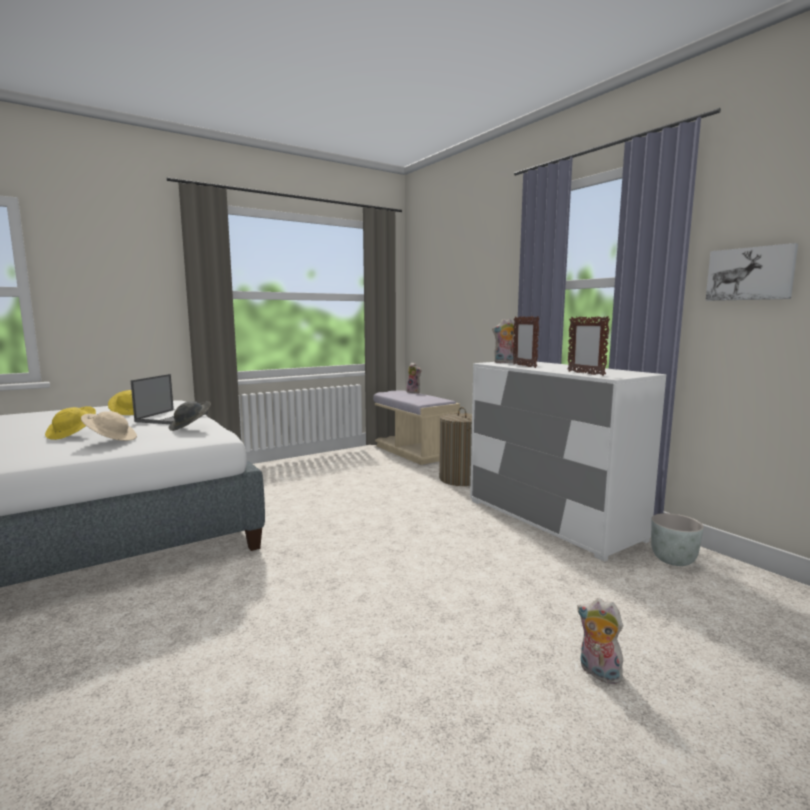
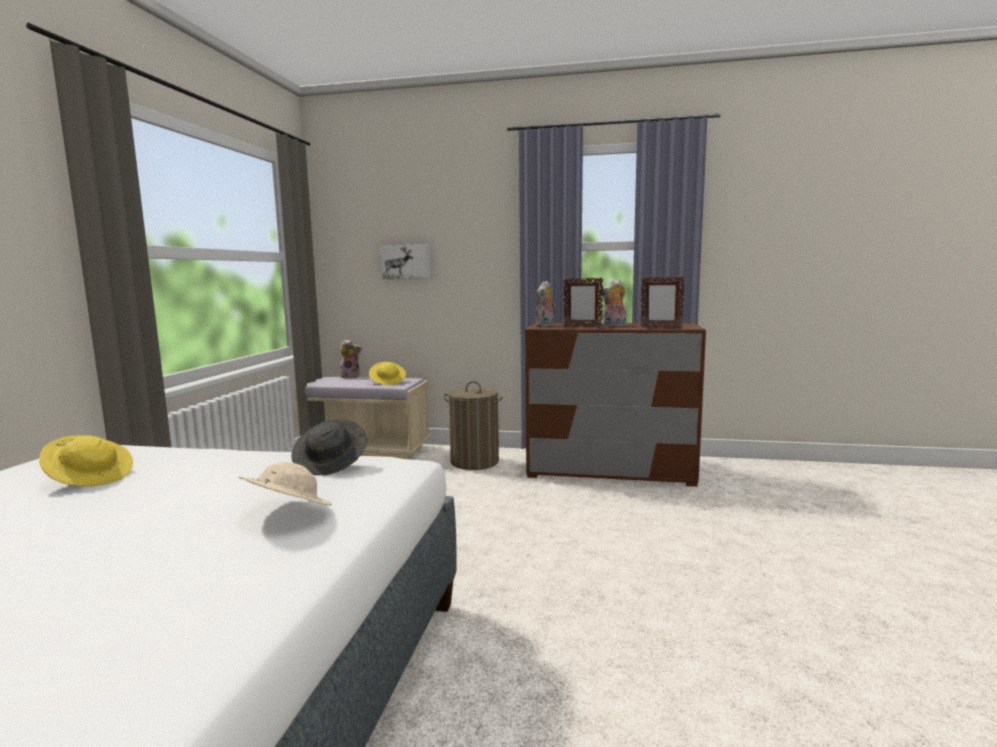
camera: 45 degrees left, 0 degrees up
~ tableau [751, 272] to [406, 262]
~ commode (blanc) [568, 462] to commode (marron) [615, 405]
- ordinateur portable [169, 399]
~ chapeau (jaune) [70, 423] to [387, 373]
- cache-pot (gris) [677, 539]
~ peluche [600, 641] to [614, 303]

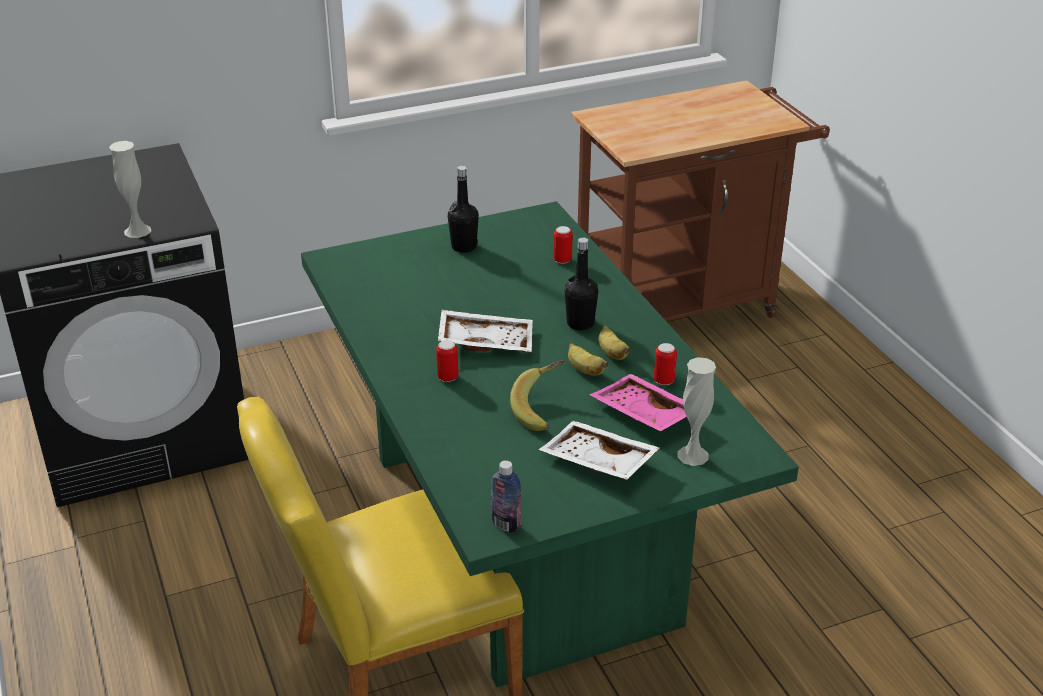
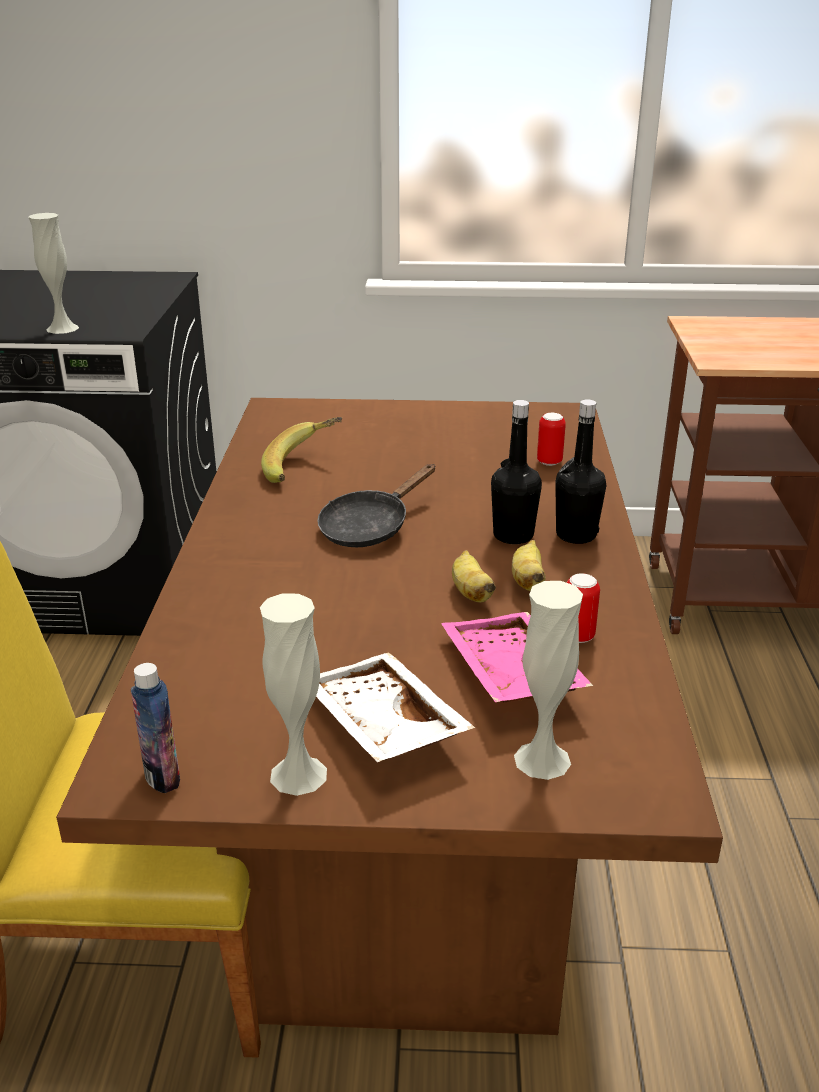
camera: 25 degrees right, 5 degrees down
~ bouteille (noir) [463, 209] to [580, 471]
~ table à manger (vert) [550, 444] to table à manger (marron) [389, 716]
~ plateau (blanc) [485, 331] to poêle (noir) [376, 505]
- boîte métallique [447, 361]
~ banane [537, 395] to [301, 450]
+ vase (blanc) [293, 694]

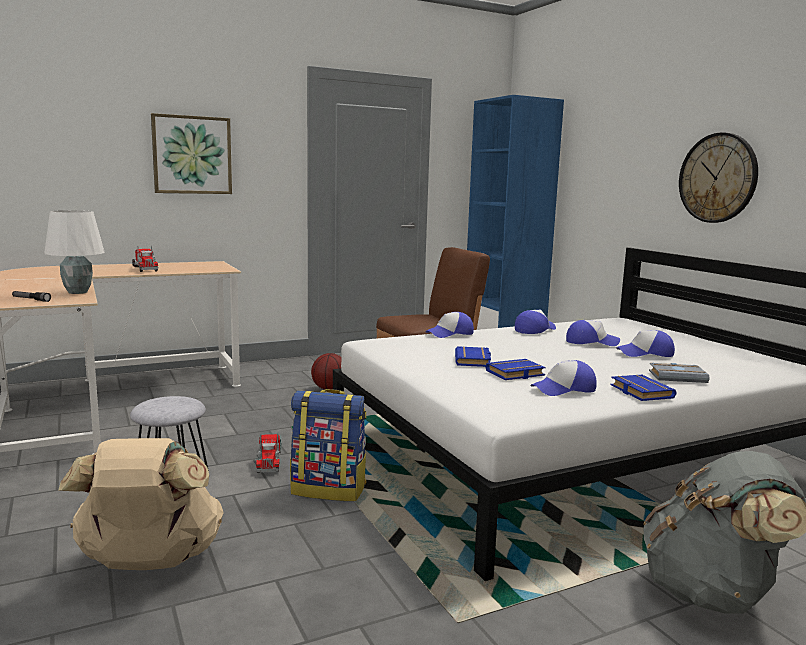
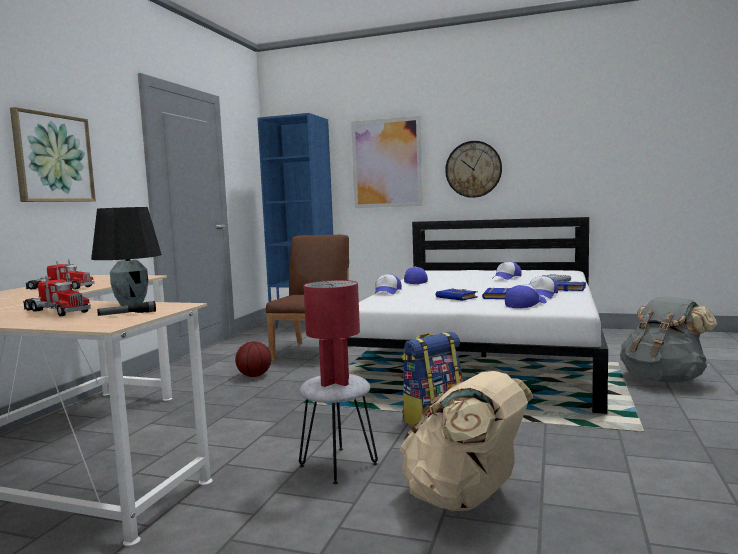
camera: 45 degrees left, 5 degrees down
~ lampe de table (blanc) [74, 252] to lampe de table (noir) [126, 256]
~ casquette [593, 333] to [526, 296]
~ camion jouet [268, 453] to [57, 294]
+ tableau [387, 162]
+ lampe de table (rouge) [332, 333]

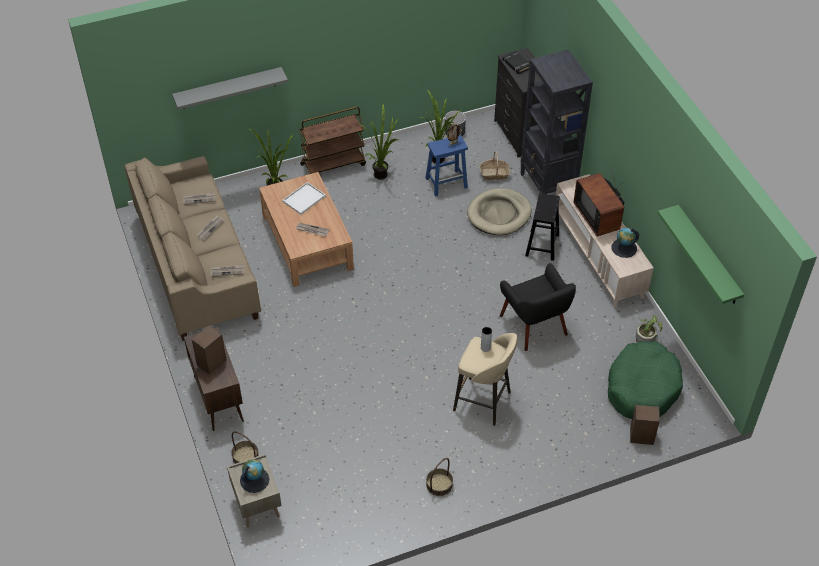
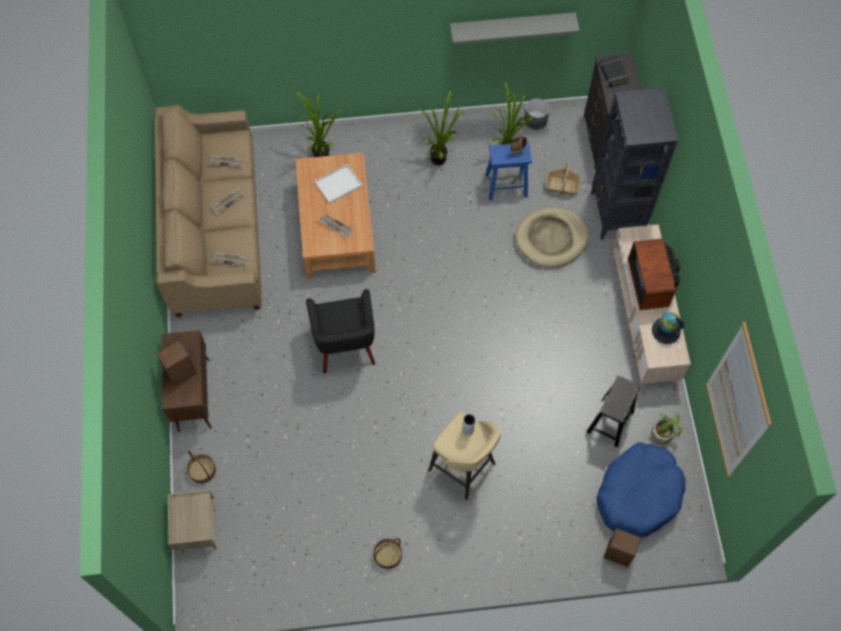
camera: 15 degrees right, 15 degrees up
~ étagère (gris) [230, 88] to [515, 28]
- chariot (marron) [332, 140]
~ tabouret (noir) [542, 227] to [613, 411]
~ étagère (vert) [700, 254] to tableau [739, 399]
~ fauteuil (noir) [538, 307] to [340, 331]
~ panier pour chien (vert) [645, 380] to panier pour chien (bleu) [641, 489]
- globe [254, 476]

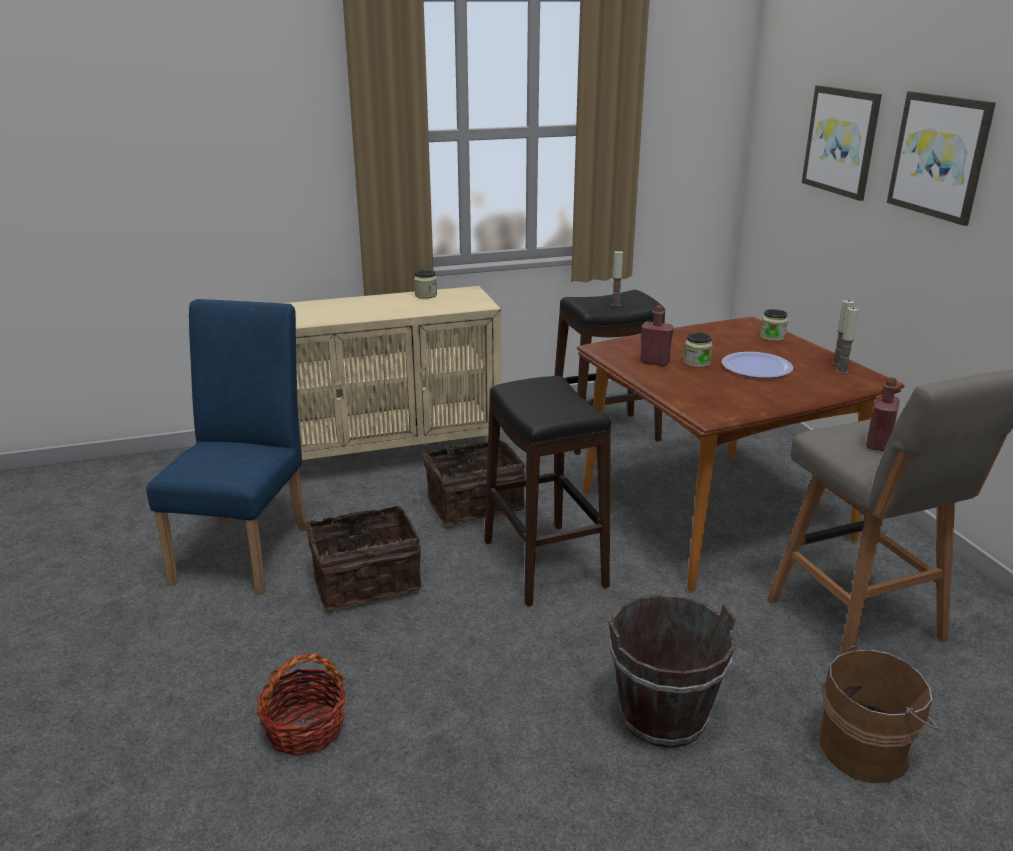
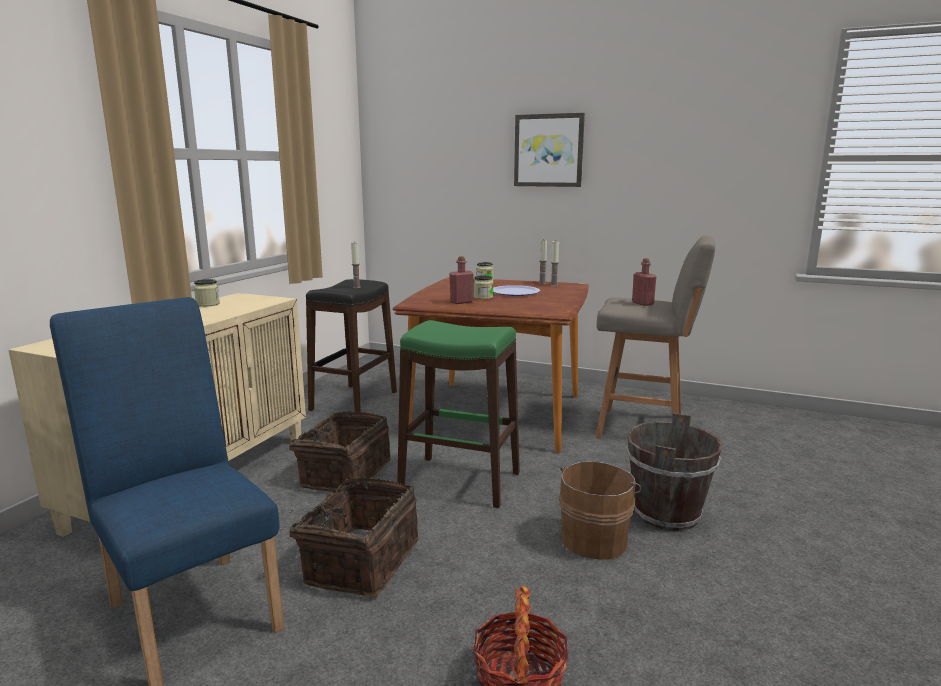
camera: 50 degrees left, 10 degrees down
- tableau [842, 143]
~ tabouret (noir) [547, 491] to tabouret (vert) [458, 414]
~ seau (marron) [879, 714] to [600, 510]

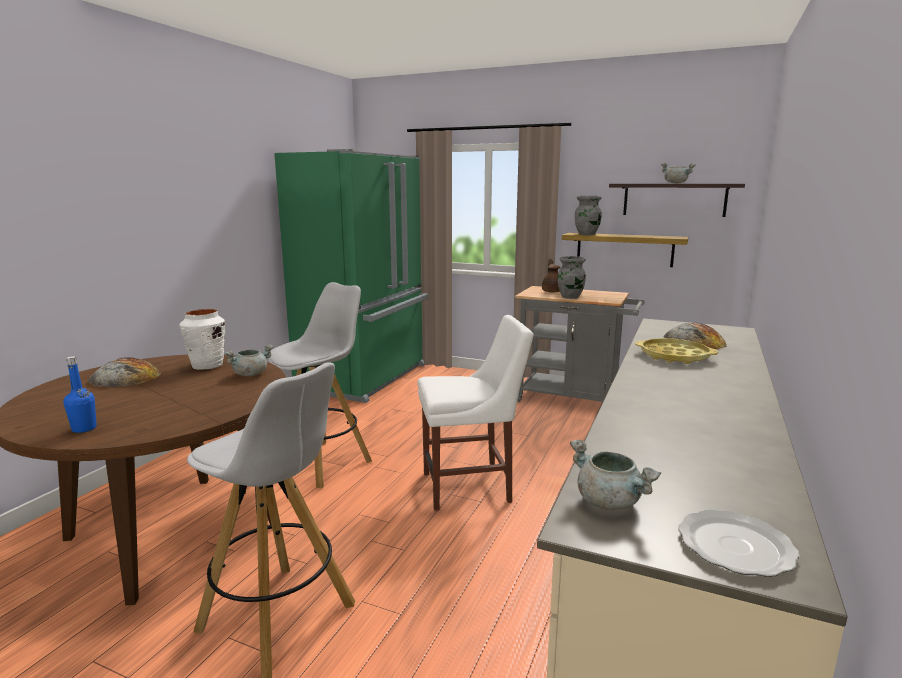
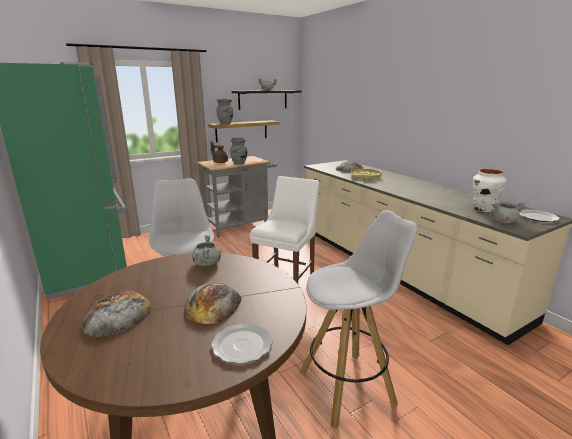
camera: 55 degrees left, 5 degrees up
~ vase (blanc) [203, 339] to [490, 190]
~ bouteille (bleu) [80, 394] to assiette [242, 343]
+ pain [213, 303]

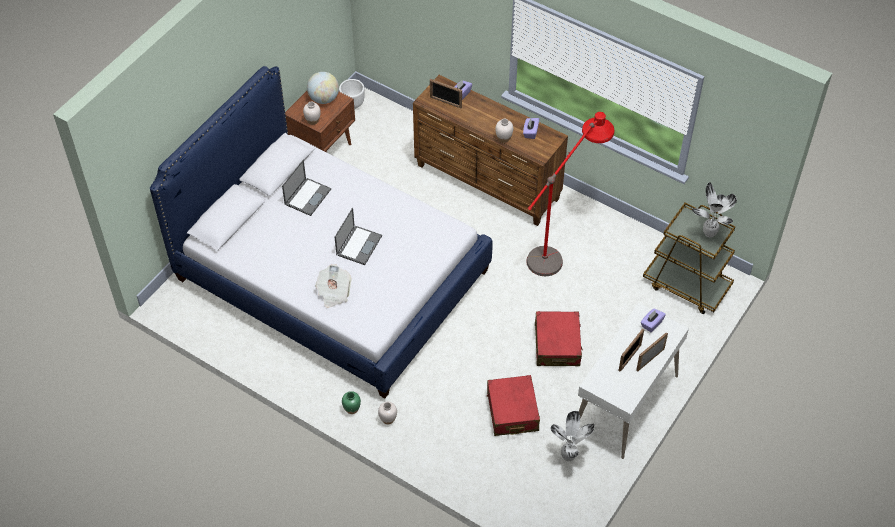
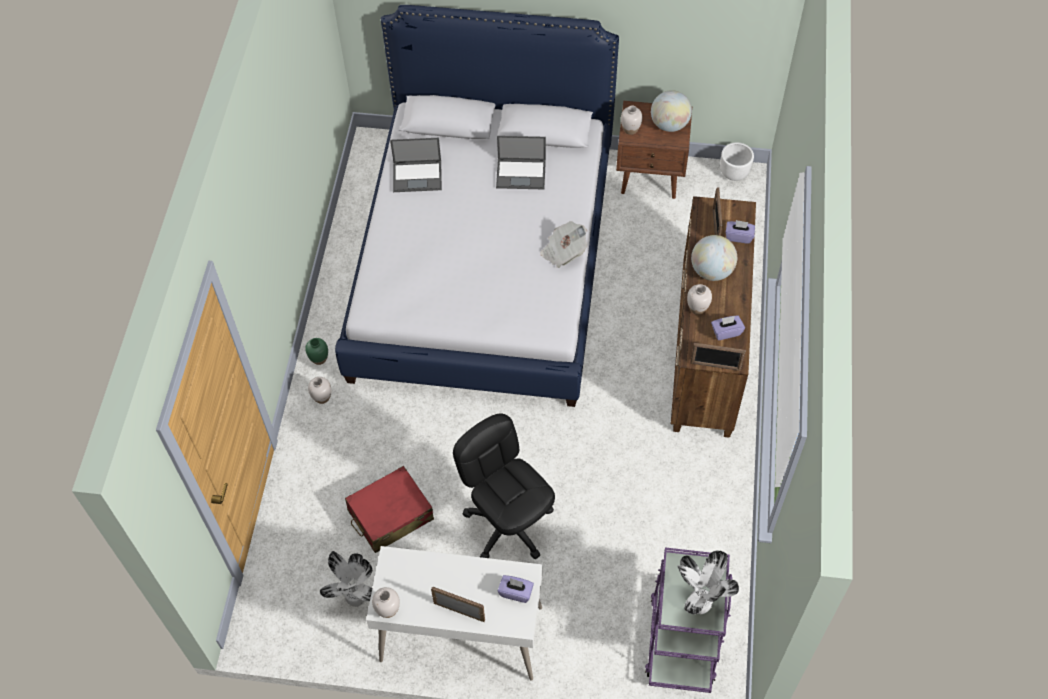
camera: 65 degrees right, 5 degrees up
- lampadaire (rouge) [570, 194]
~ chariot (marron) [689, 258] to chariot (violet) [689, 620]
~ ordinateur portable [358, 236] to [416, 165]
~ journal [333, 286] to [563, 244]
~ valise (rouge) [559, 338] to chaise de bureau (noir) [504, 486]
~ cadre photo [631, 350] to [718, 356]
+ globe [714, 258]
+ vase (blanc) [386, 602]

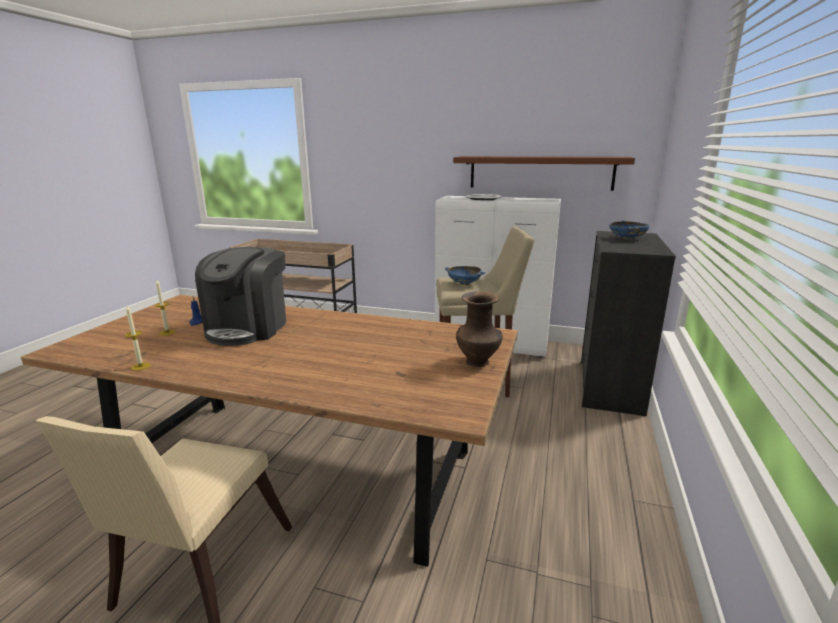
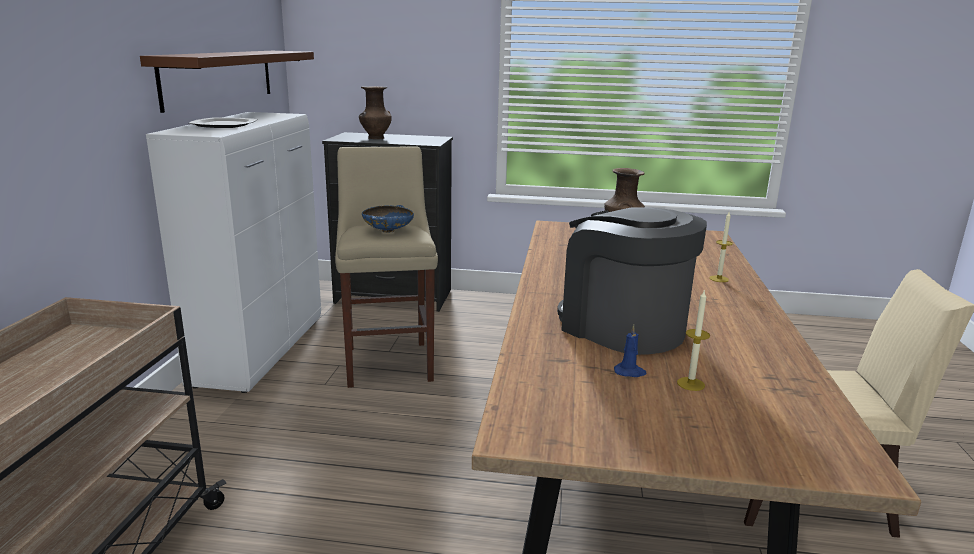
camera: 100 degrees left, 0 degrees up
~ bol (bleu) [629, 230] to vase (marron) [375, 112]
~ machine à café [240, 296] = [632, 281] 135 degrees counterclockwise
~ bougie [138, 338] to [721, 247]

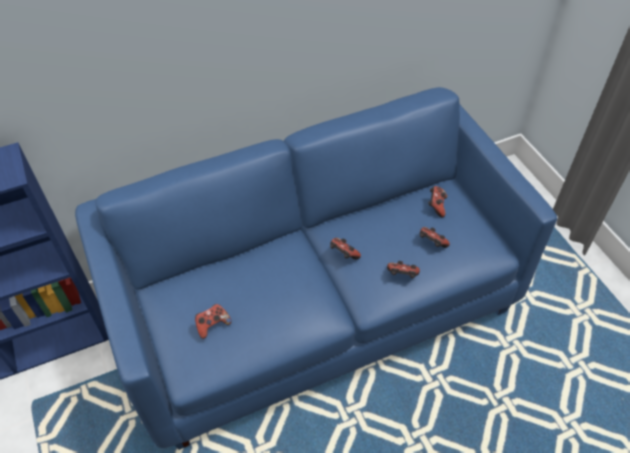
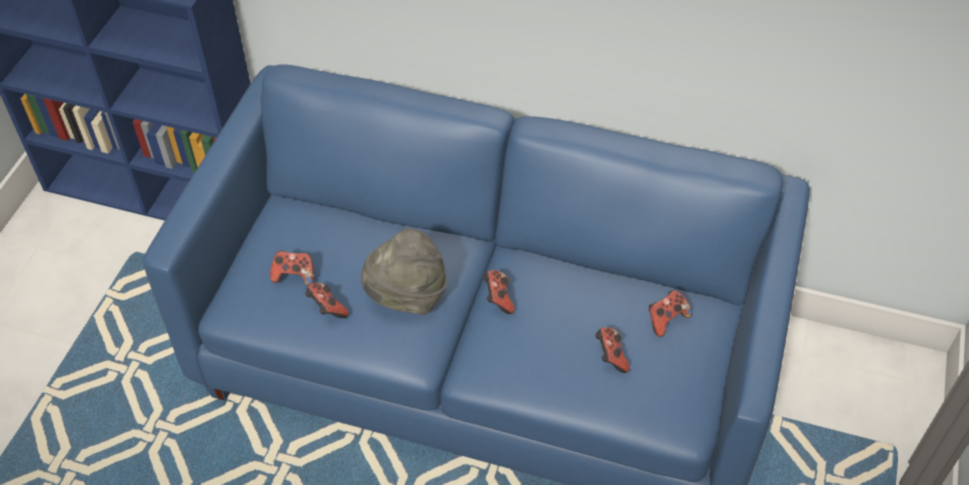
camera: 40 degrees right, 0 degrees up
~ manette [403, 269] to [327, 300]
+ chapeau (gris) [404, 271]

